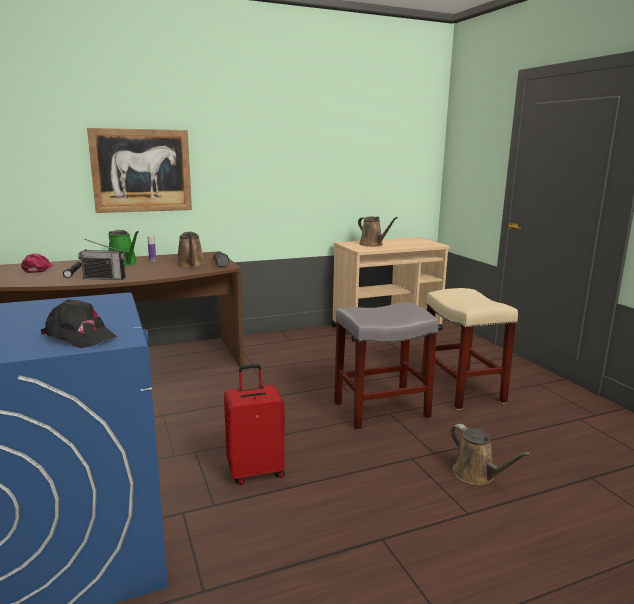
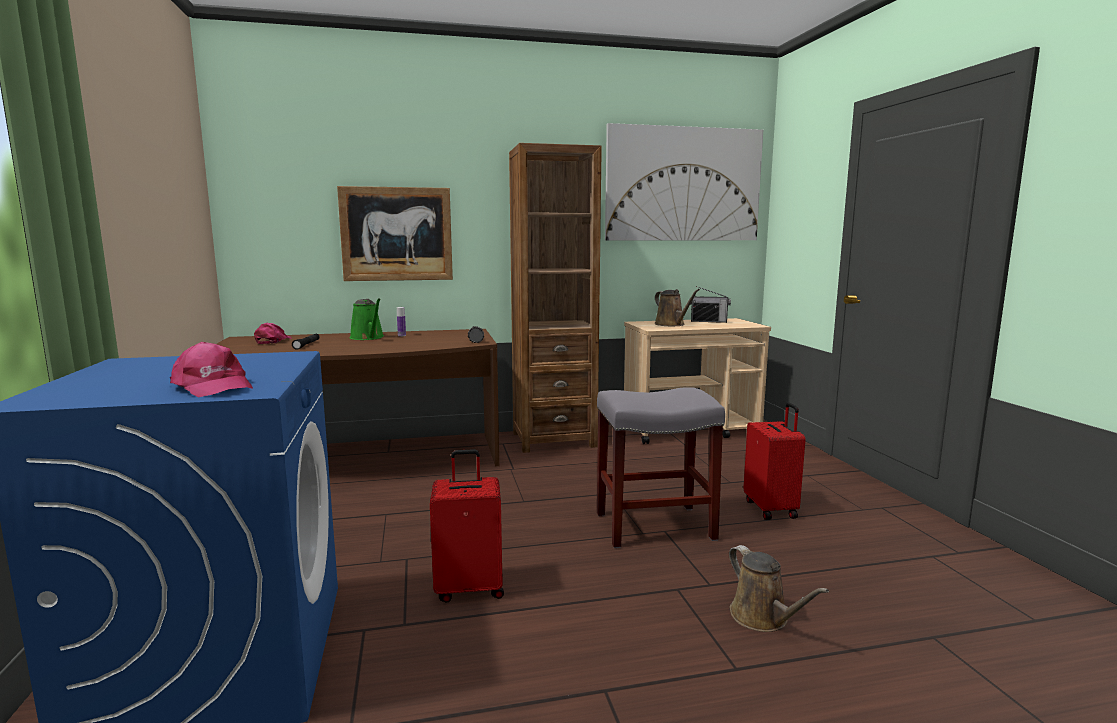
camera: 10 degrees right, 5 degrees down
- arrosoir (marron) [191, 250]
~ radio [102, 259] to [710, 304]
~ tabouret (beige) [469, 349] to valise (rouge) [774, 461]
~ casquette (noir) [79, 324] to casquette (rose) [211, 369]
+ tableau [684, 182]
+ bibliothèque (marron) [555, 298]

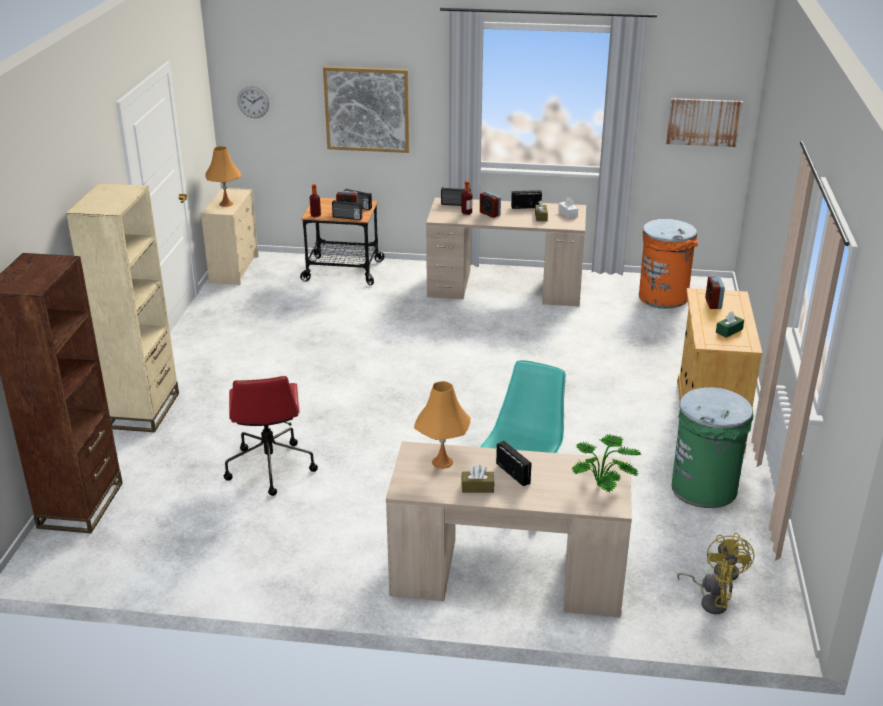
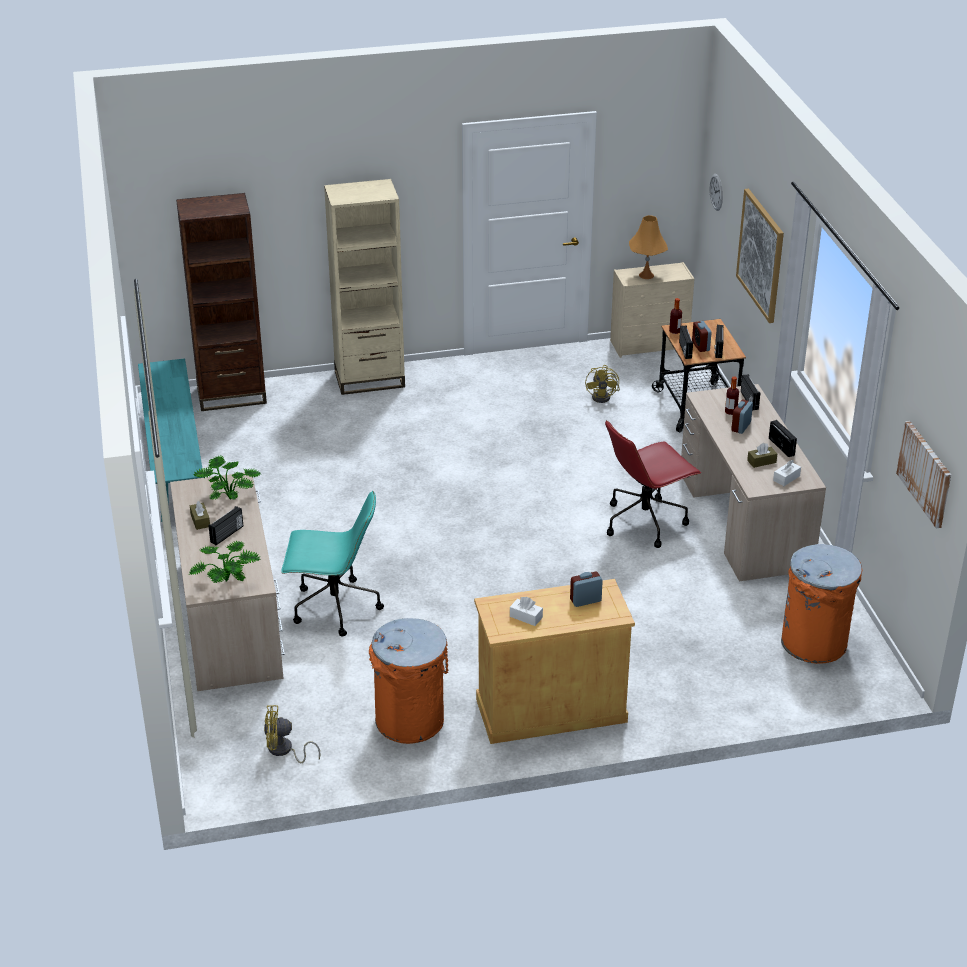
camera: 70 degrees right, 5 degrees up
~ boîte à mouchoirs (vert) [730, 324] to boîte à mouchoirs (blanc) [526, 611]
~ chaise de bureau (rouge) [271, 436] to [653, 484]
~ lampe de table (orange) [442, 425] to plante en pot [227, 478]
~ poubelle (vert) [712, 447] to poubelle (orange) [409, 681]
~ ventilateur (jaune) [705, 587] to [602, 384]
+ banc (turquoise) [171, 440]

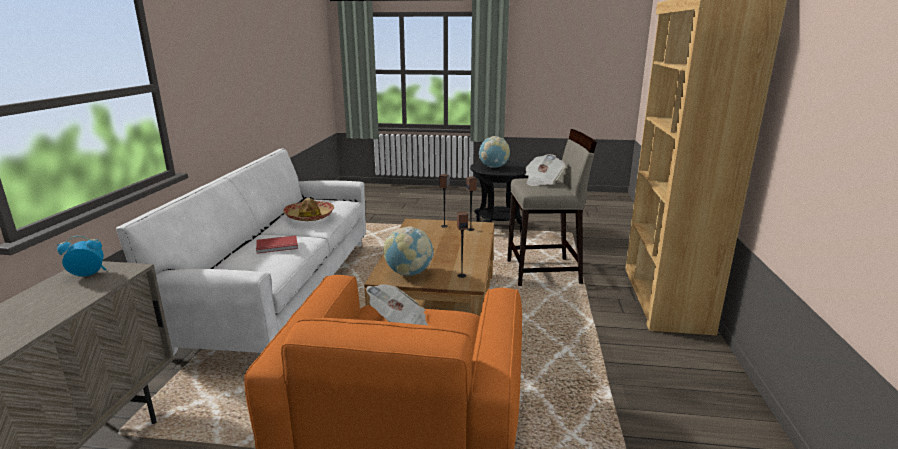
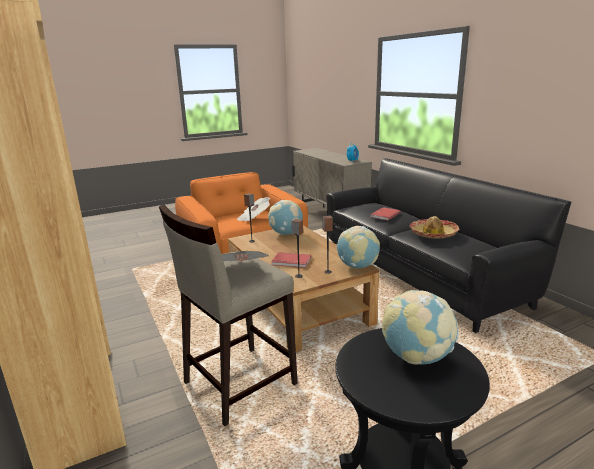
camera: 145 degrees right, 0 degrees up
~ canapé (blanc) [241, 252] to canapé (noir) [448, 245]
+ globe [358, 247]
+ livre (rouge) [291, 260]

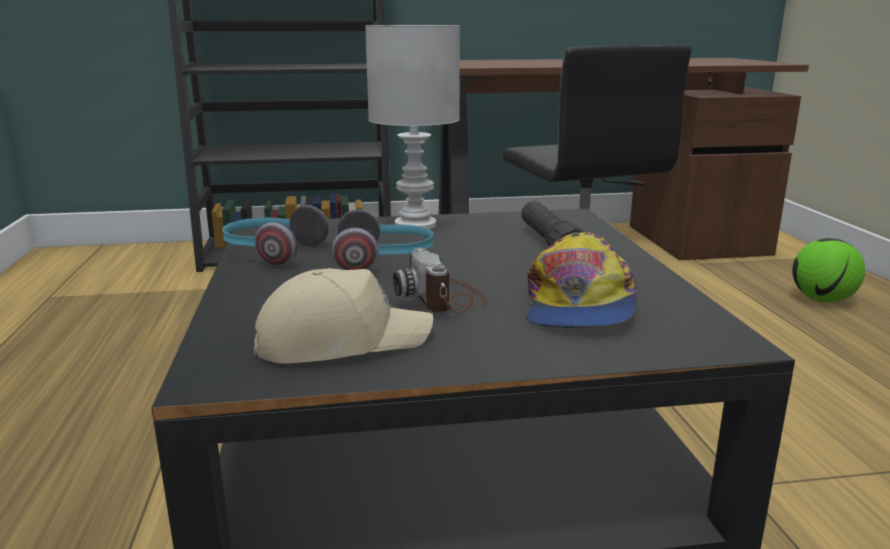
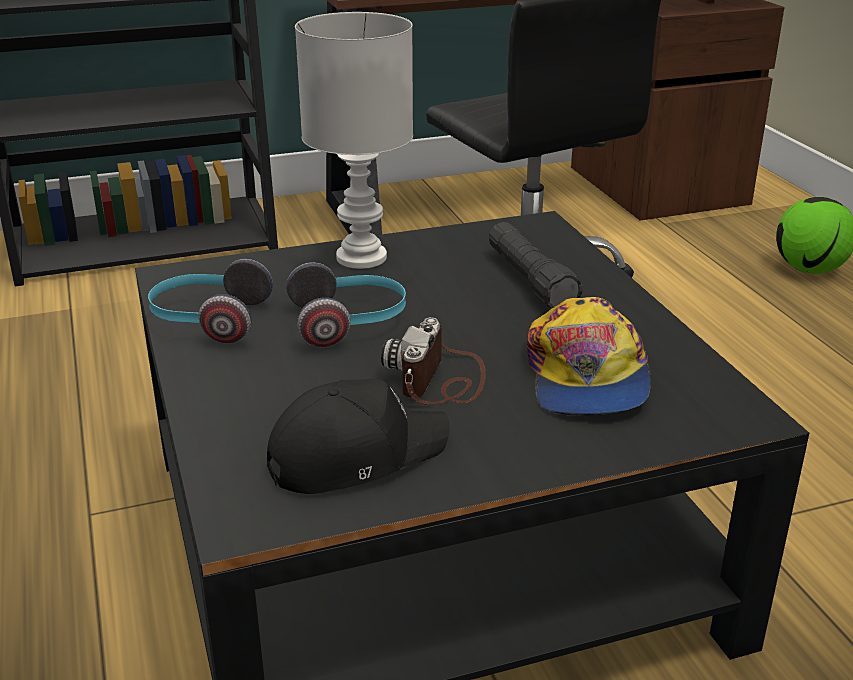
camera: 10 degrees left, 10 degrees up
~ appareil photo [440, 280] = [433, 361] 45 degrees clockwise
~ casquette (beige) [343, 316] to casquette (noir) [358, 436]

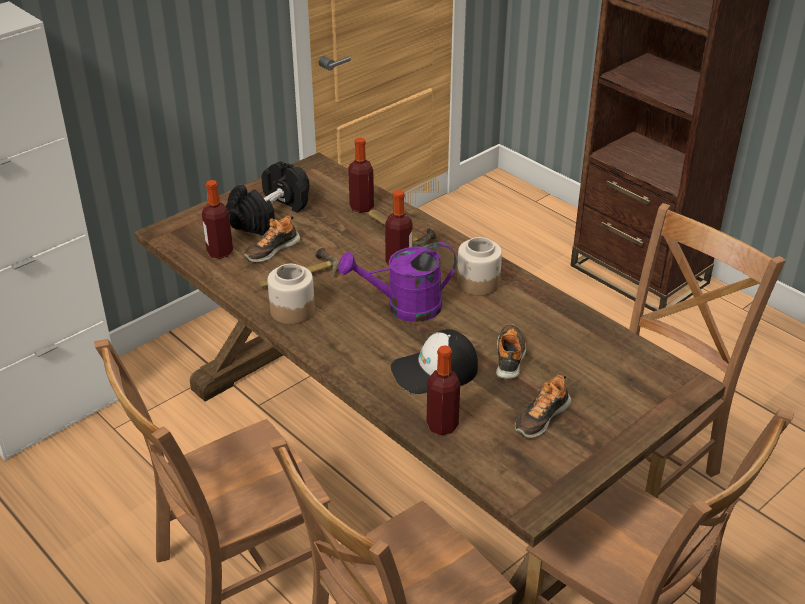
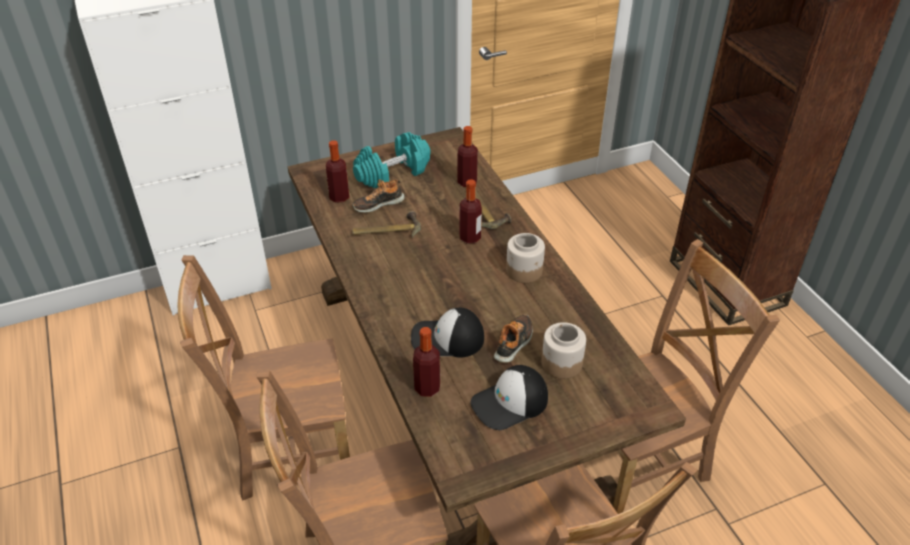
camera: 20 degrees right, 5 degrees up
~ haltère (noir) [268, 198] to haltère (turquoise) [392, 160]
- arrosoir (violet) [397, 282]
~ bocal [291, 294] to [563, 350]
~ chaussure [543, 406] to casquette [509, 397]

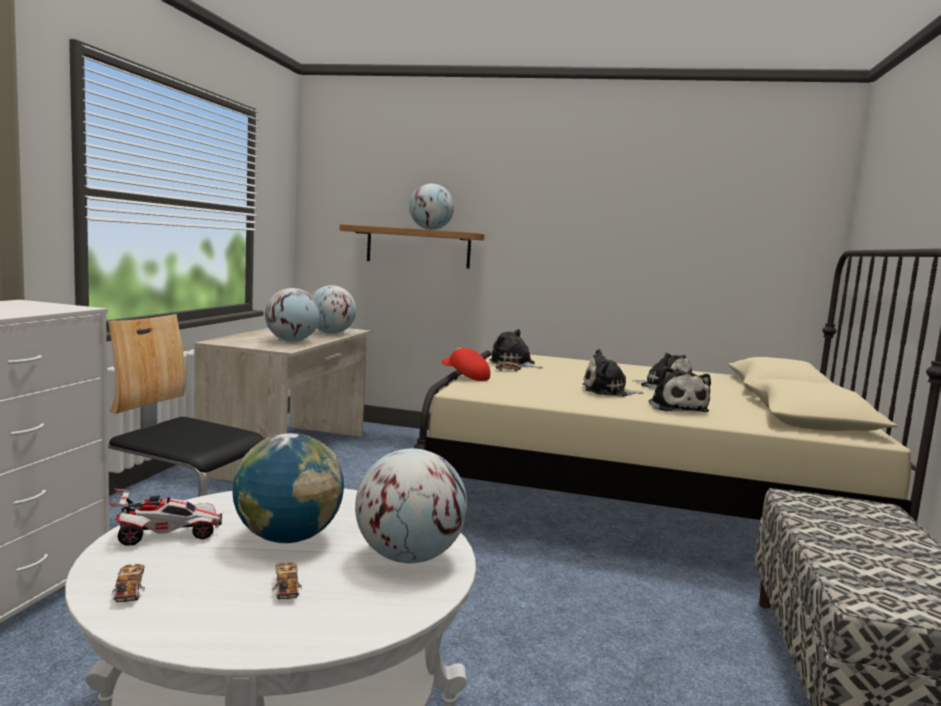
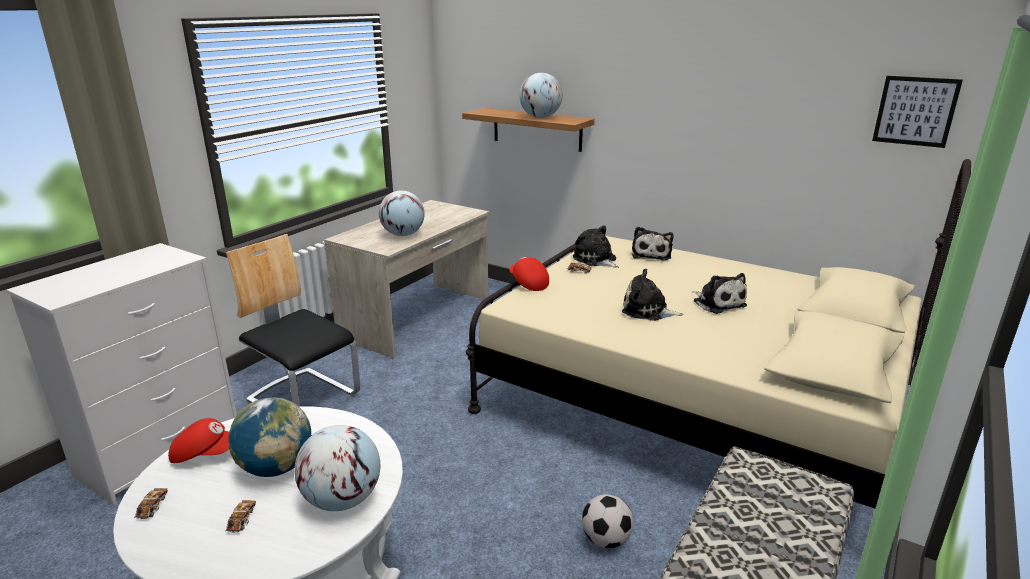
camera: 20 degrees right, 15 degrees up
- globe [334, 309]
~ peluche [680, 389] to [652, 243]
~ petite voiture [165, 517] to casquette (rouge) [199, 440]
+ tableau [917, 112]
+ ballon de foot [607, 521]

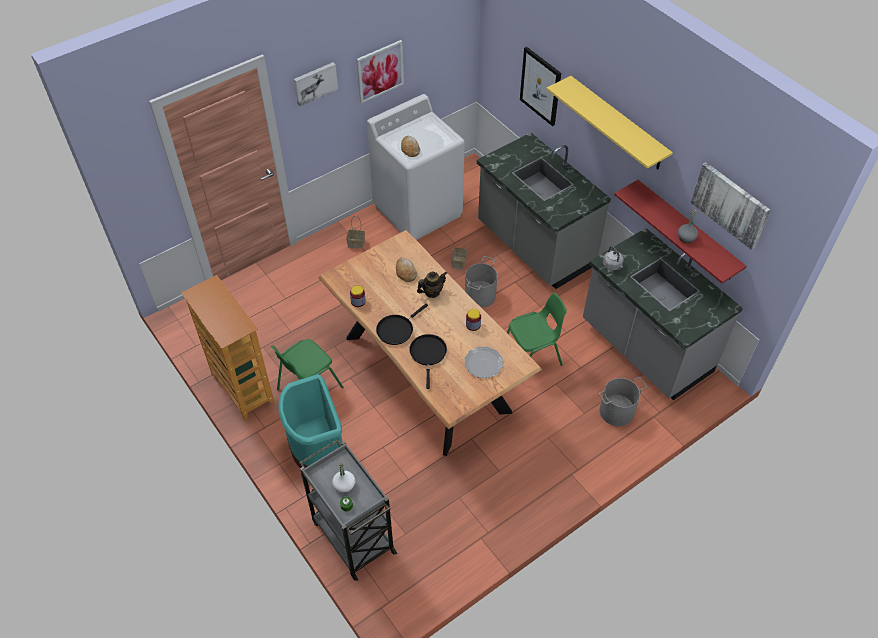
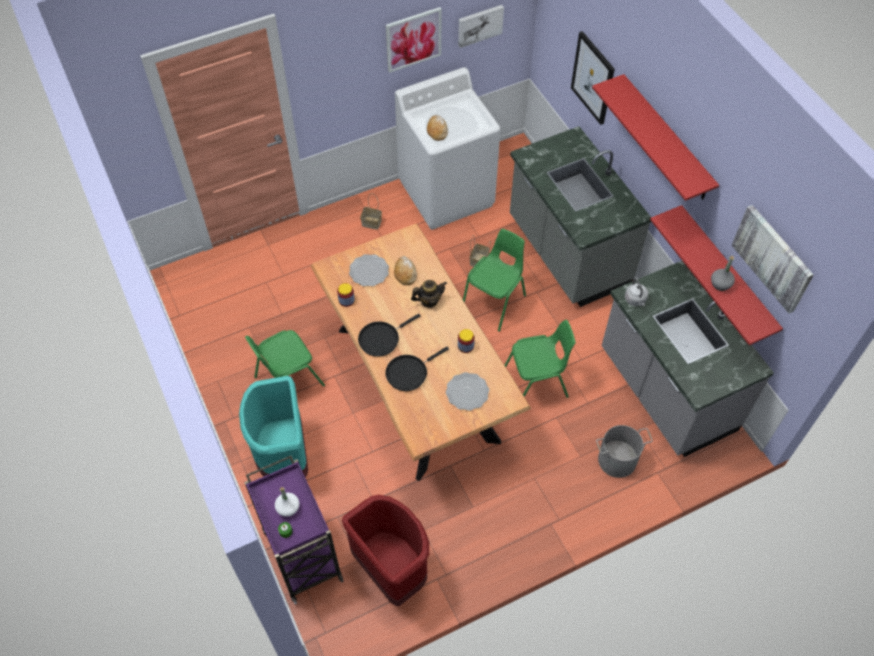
camera: 10 degrees right, 5 degrees up
~ tableau [316, 84] to [481, 26]
~ étagère (jaune) [609, 122] to étagère (rouge) [655, 137]
~ seau (gris) [481, 282] to chaise (vert) [494, 280]
- bibliothèque [228, 348]
~ poêle (noir) [428, 361] = [417, 368] 135 degrees counterclockwise
~ chariot (gris) [348, 510] to chariot (violet) [294, 530]
+ assiette [369, 270]
+ poubelle (rouge) [385, 550]

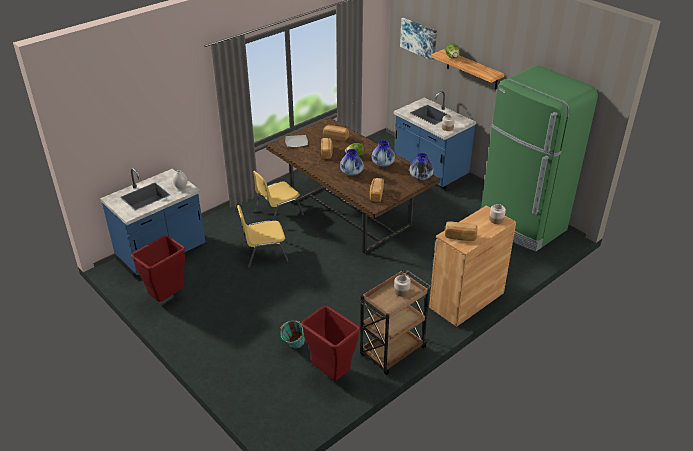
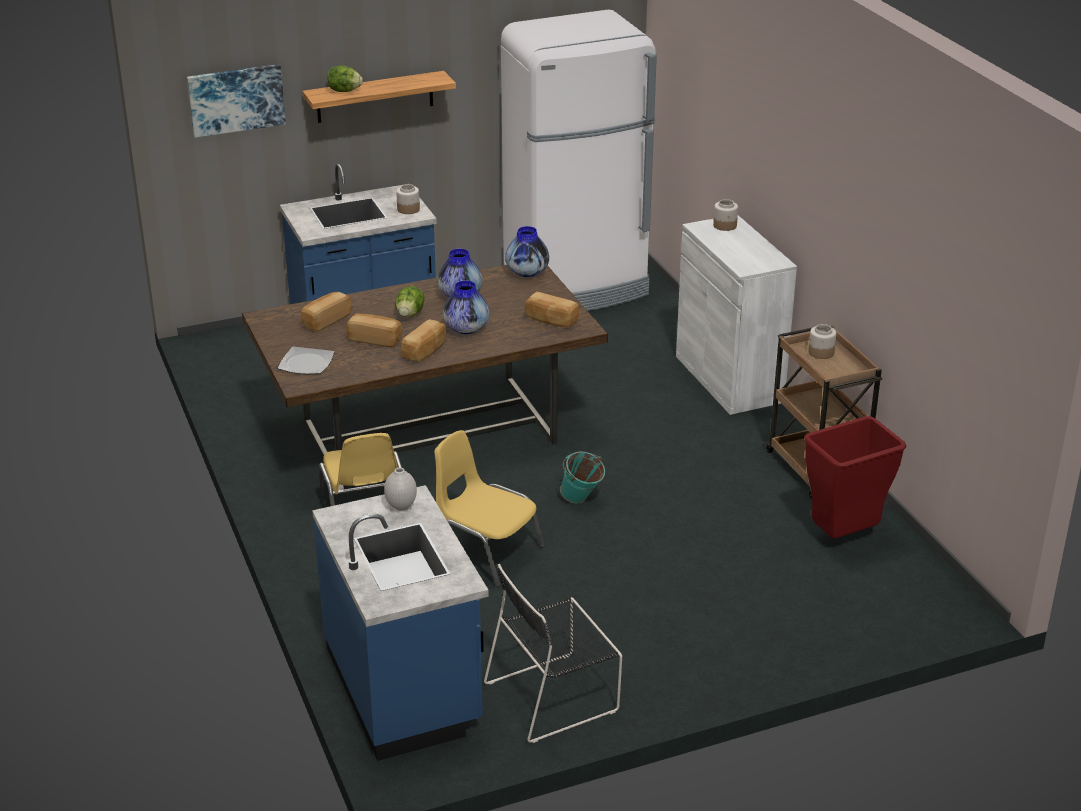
camera: 70 degrees left, 5 degrees down
~ réfrigérateur (vert) [539, 158] to réfrigérateur (blanc) [579, 160]
~ chaise (jaune) [263, 236] = [489, 508] 120 degrees clockwise
~ meuble de rangement (marron) [472, 266] to meuble de rangement (blanc) [736, 315]
~ pain [461, 231] to [423, 340]
~ poubelle (rouge) [158, 268] to chaise (noir) [553, 653]
~ seau (turquoise) [292, 334] to [582, 477]

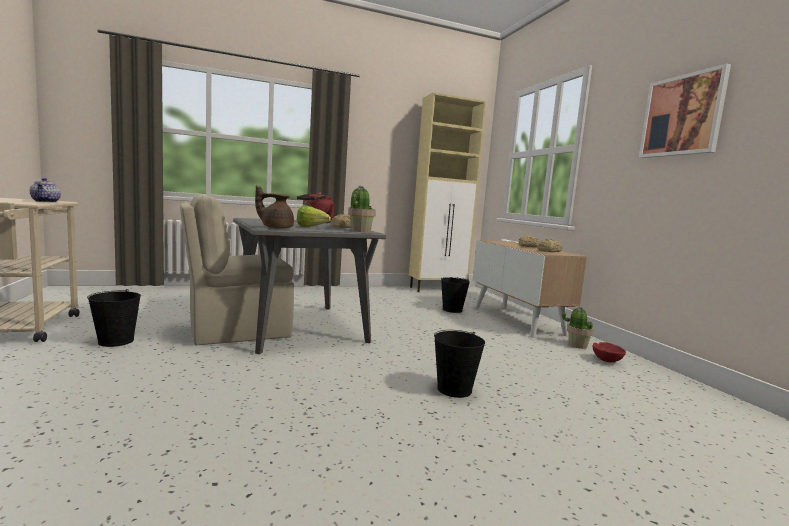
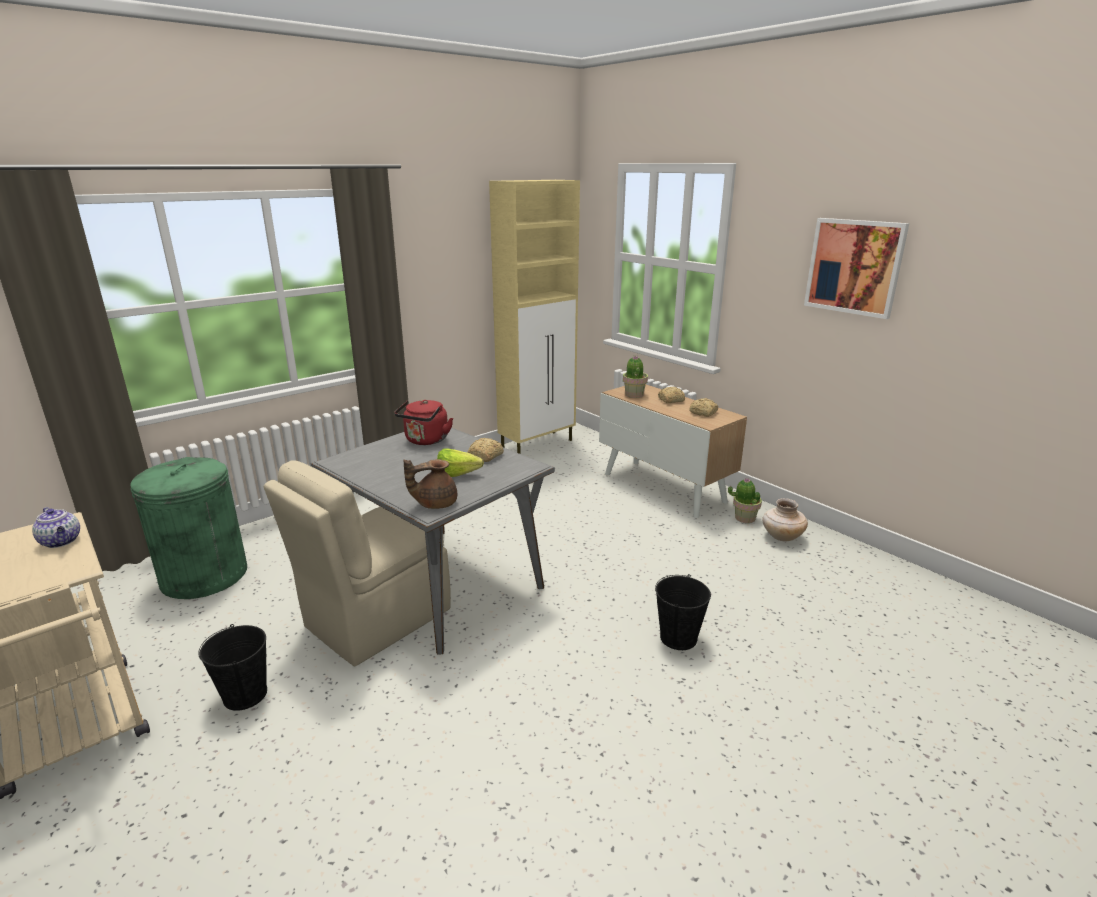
camera: 20 degrees left, 15 degrees up
~ plante en pot [362, 209] to [635, 376]
- seau (noir) [455, 295]
~ bol (rouge) [609, 352] to vase (beige) [785, 519]
+ poubelle (vert) [188, 528]

